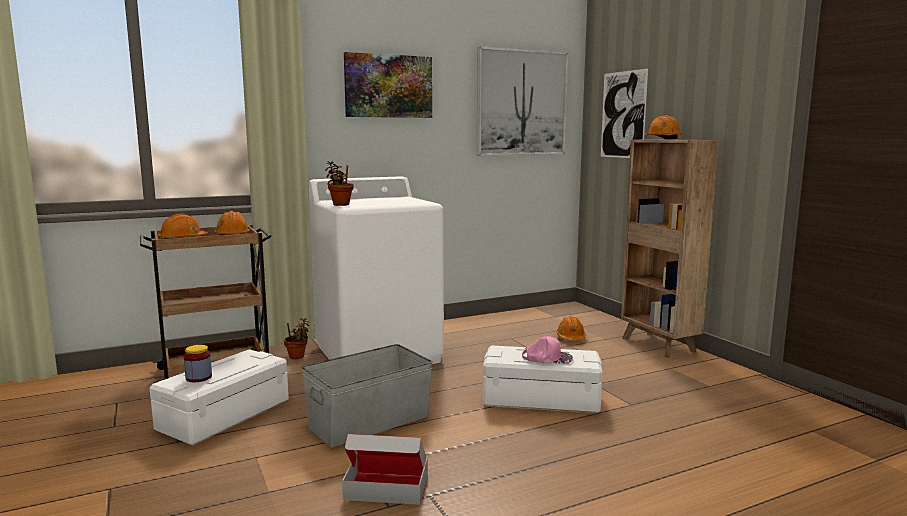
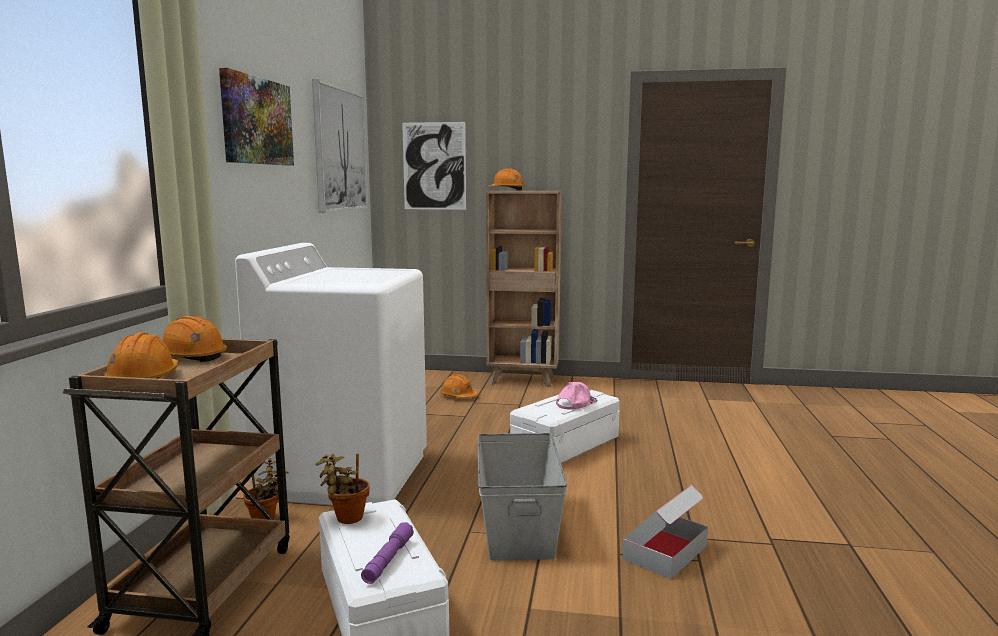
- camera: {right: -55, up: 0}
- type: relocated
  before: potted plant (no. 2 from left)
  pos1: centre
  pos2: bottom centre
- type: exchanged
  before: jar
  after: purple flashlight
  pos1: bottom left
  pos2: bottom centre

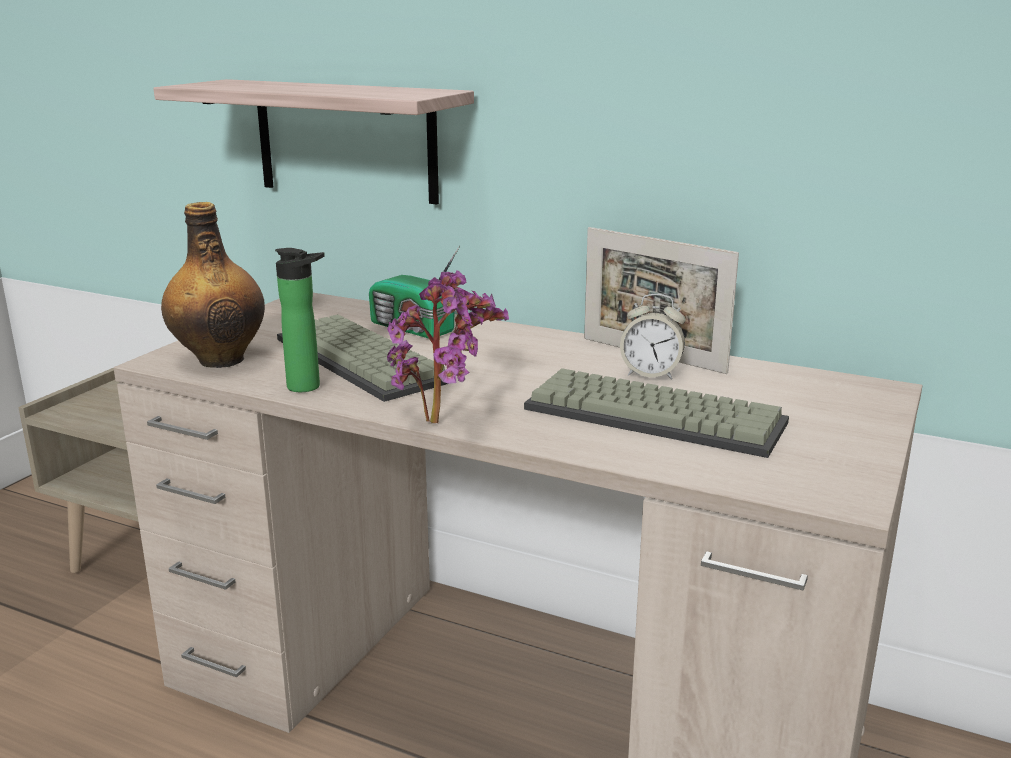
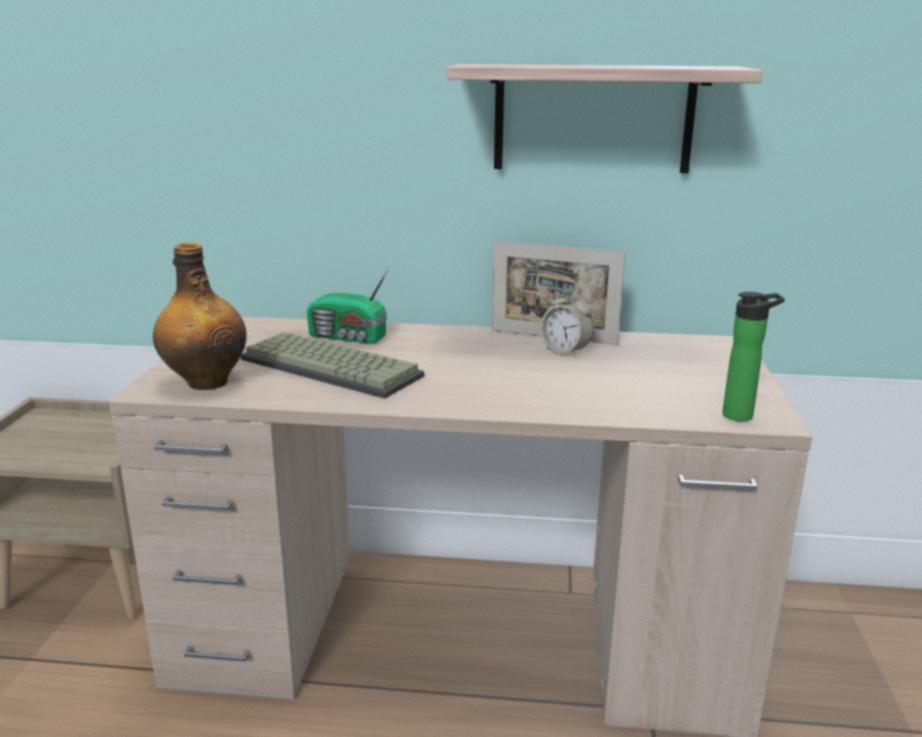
- camera: {right: -20, up: 0}
- type: relocated
  before: shelf
  pos1: top left
  pos2: top centre
- type: spun
  before: alarm clock
  pos1: centre
  pos2: centre
  turn: 45
- type: relocated
  before: bottle (no. 2 from left)
  pos1: middle left
  pos2: middle right
- type: missing
  before: potted plant
  pos1: centre
- type: missing
  before: keyboard (no. 2 from left)
  pos1: centre

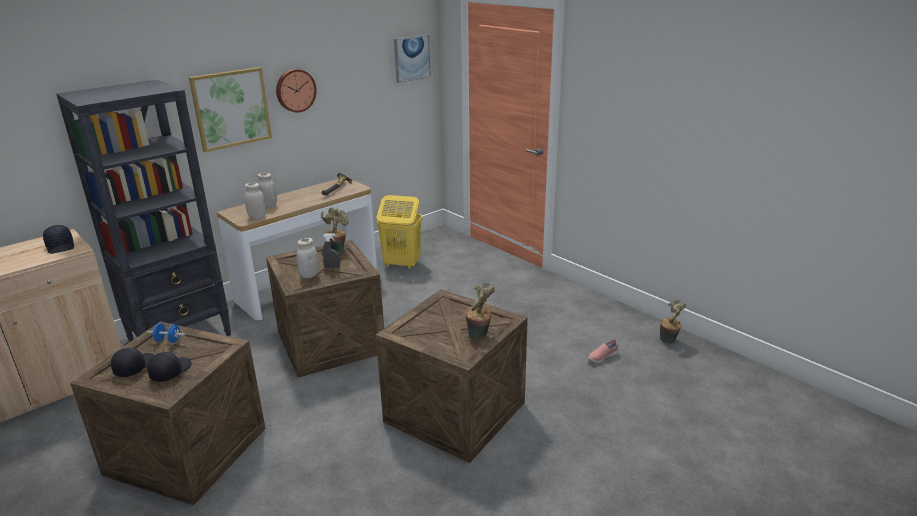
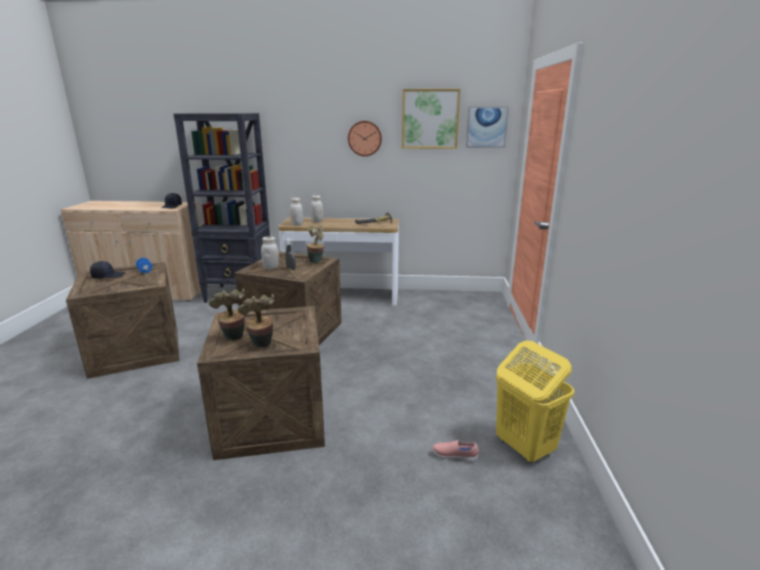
- camera: {right: 45, up: -5}
- type: relocated
  before: potted plant (no. 3 from left in the first image)
  after: potted plant (no. 1 from left)
  pos1: middle right
  pos2: middle left
- type: relocated
  before: picture (no. 1 from left)
  pos1: top left
  pos2: top centre
- type: relocated
  before: yellow laundry basket
  pos1: centre
  pos2: bottom right
- type: missing
  before: black cap (no. 3 from left)
  pos1: bottom left

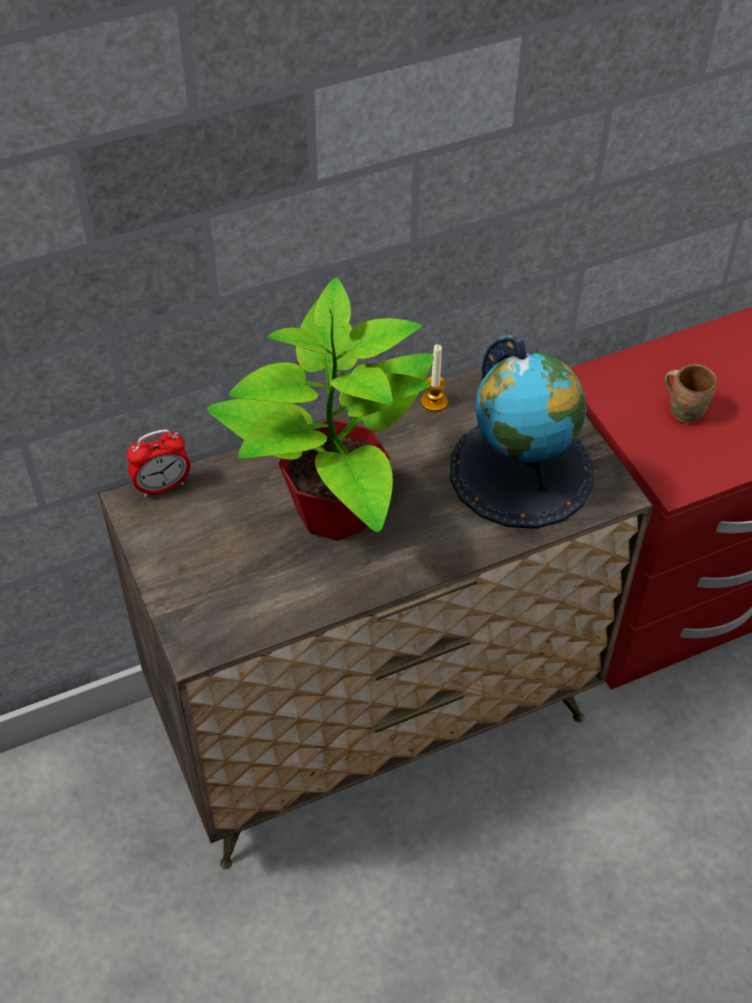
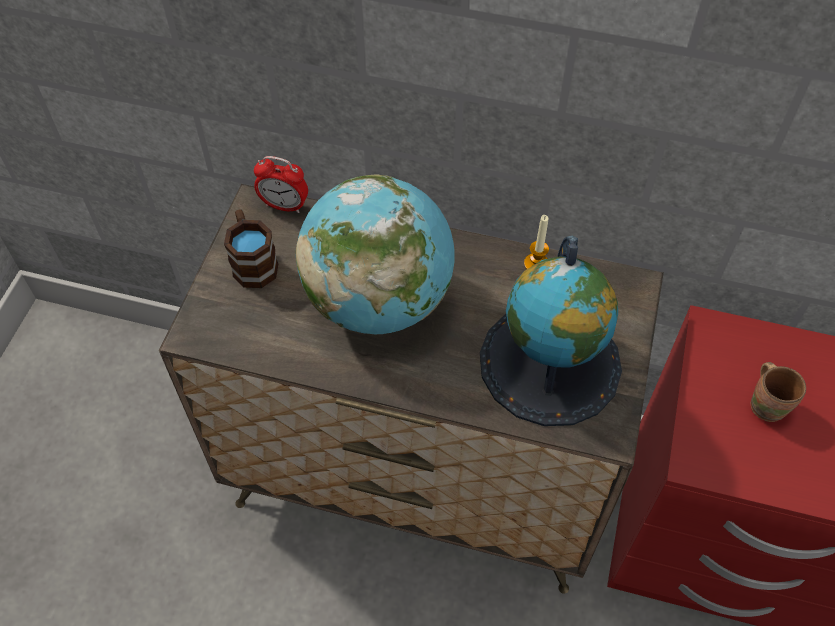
- camera: {right: 40, up: 5}
- type: appeared
  after: brown mug (no. 1 from left)
  pos2: middle left
- type: exchanged
  before: potted plant
  after: globe (no. 1 from left)
  pos1: centre
  pos2: centre

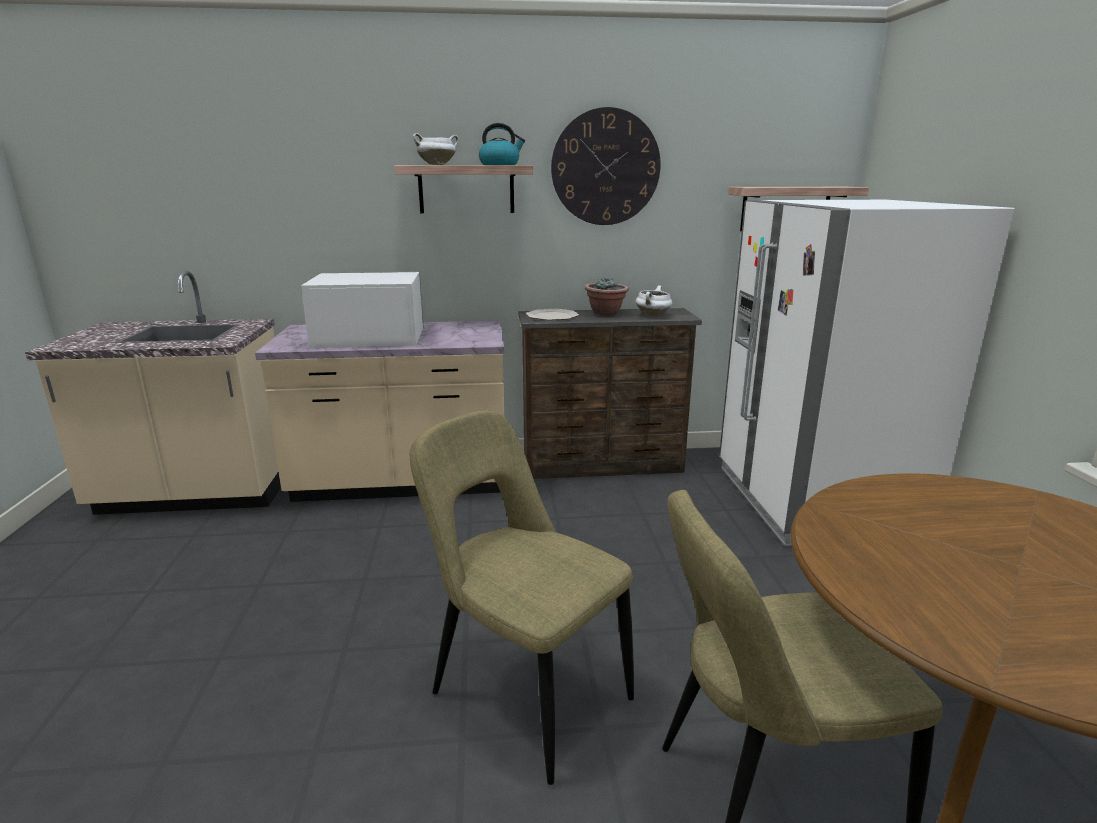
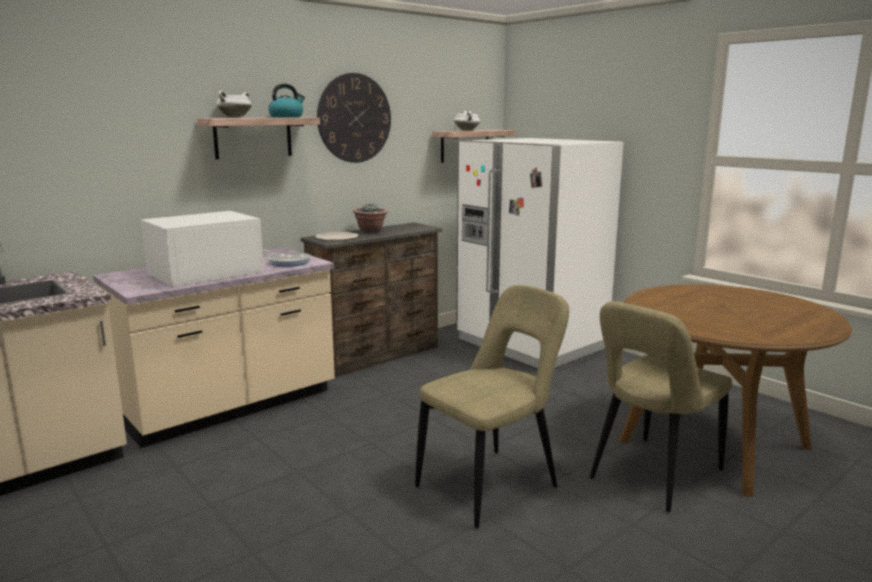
- camera: {right: -35, up: -5}
- type: appeared
  after: frying pan
  pos2: middle left
- type: spun
  before: beige chair (no. 1 from left)
  pos1: bottom centre
  pos2: bottom centre
  turn: 135
- type: relocated
  before: white cooking pot (no. 2 from left)
  pos1: centre
  pos2: top centre

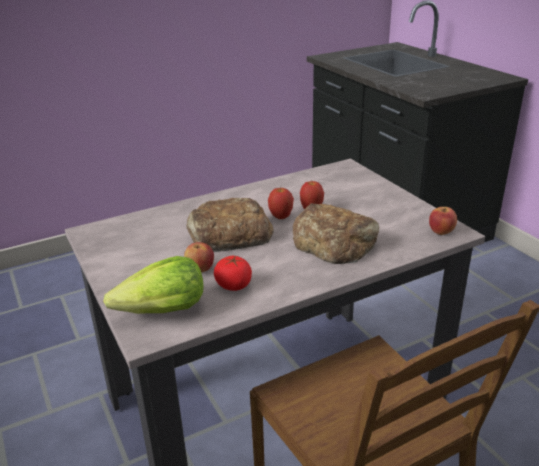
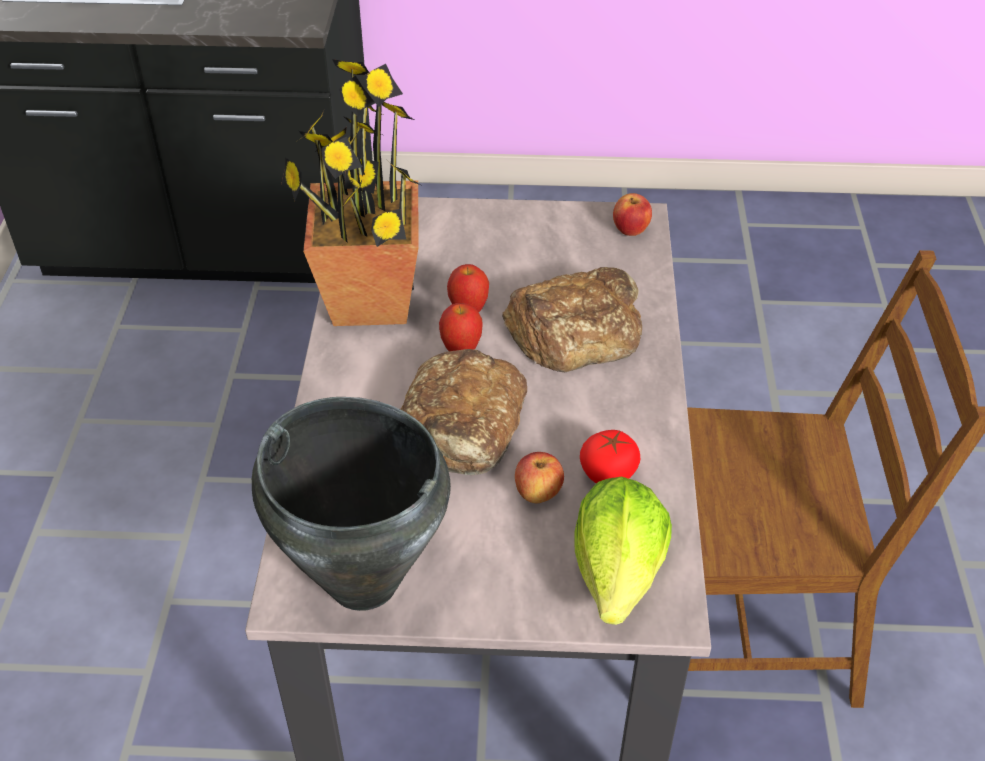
- camera: {right: -60, up: 15}
- type: appeared
  after: black cooking pot
  pos2: centre
- type: appeared
  after: potted plant
  pos2: top centre

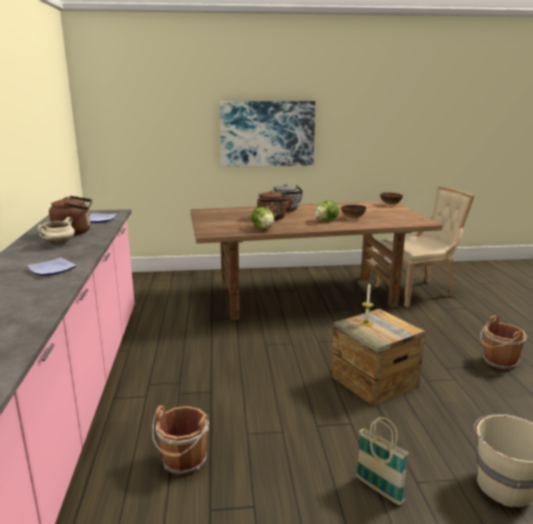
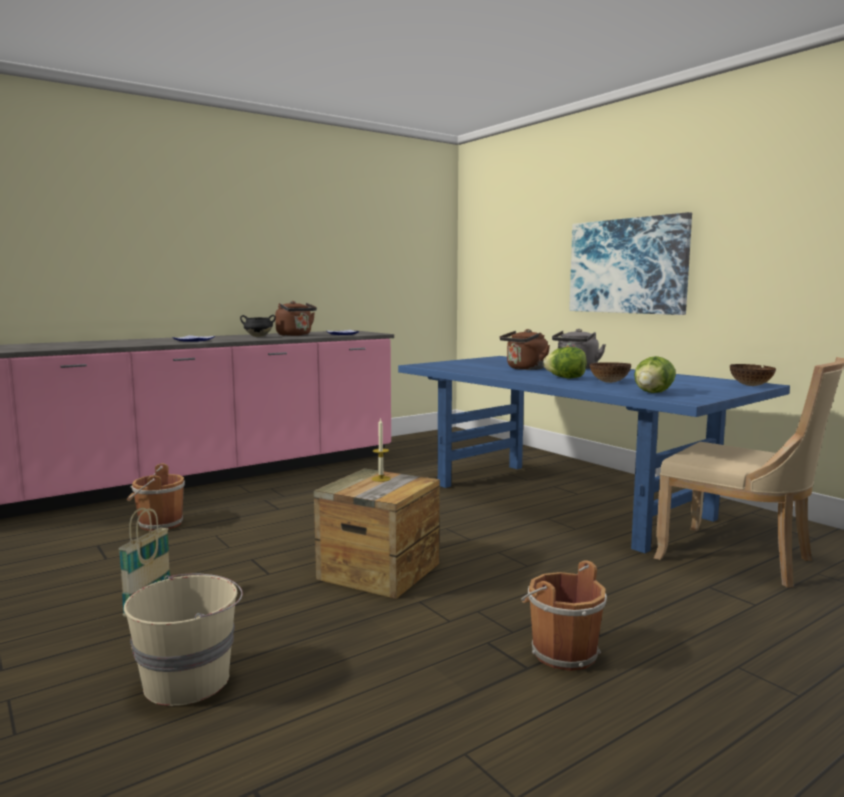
- camera: {right: 60, up: -10}
- type: colour
  before: beige cooking pot
  after: black cooking pot
  pos1: middle left
  pos2: middle left
- type: colour
  before: brown dining table
  after: blue dining table
  pos1: centre
  pos2: middle right
- type: relocated
  before: lettuce (no. 1 from left in the first image)
  after: lettuce (no. 2 from left)
  pos1: centre
  pos2: middle right

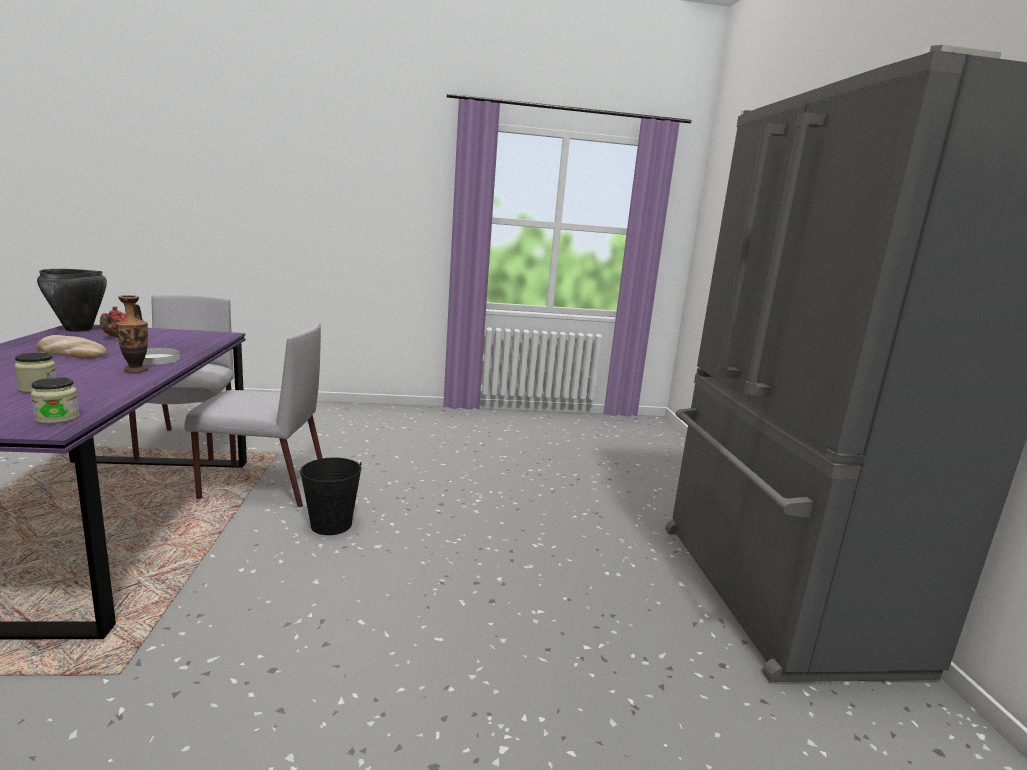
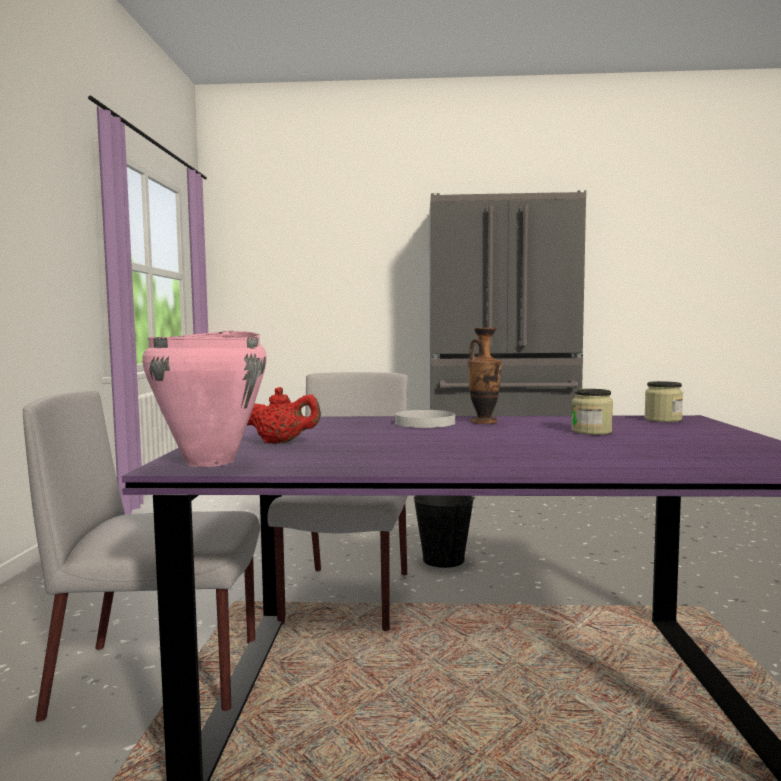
- camera: {right: -80, up: -10}
- type: colour
  before: black cooking pot
  after: pink cooking pot
  pos1: middle left
  pos2: middle left
- type: missing
  before: bread
  pos1: middle left

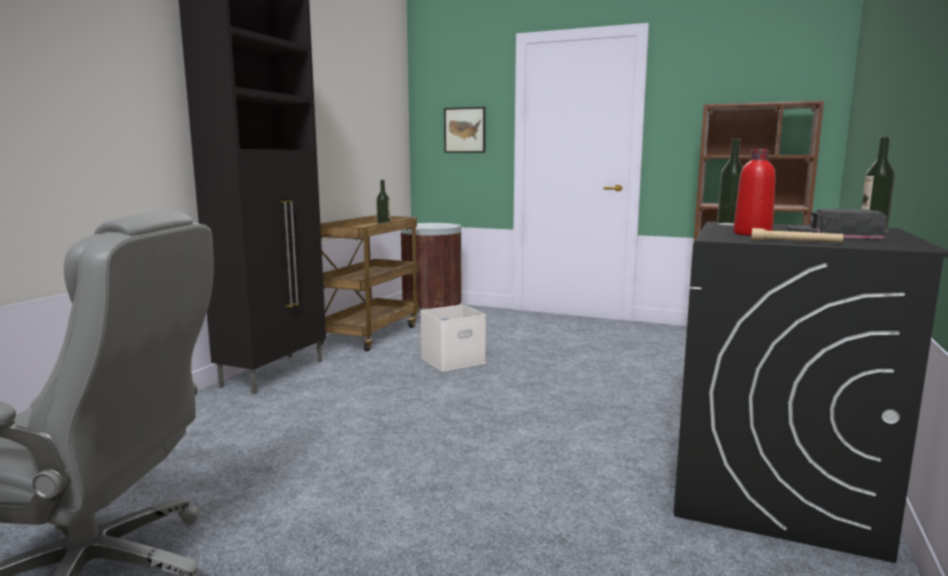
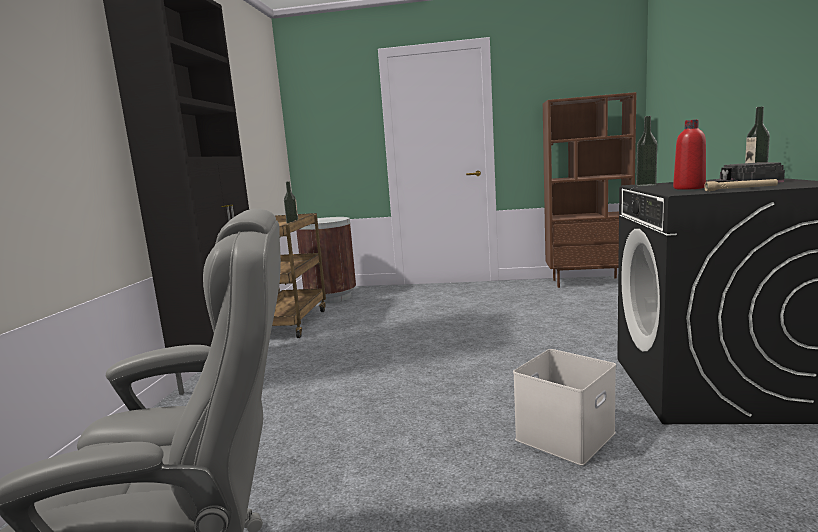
- camera: {right: -15, up: 0}
- type: relocated
  before: white storage box
  pos1: centre
  pos2: bottom right
- type: missing
  before: picture
  pos1: top centre

